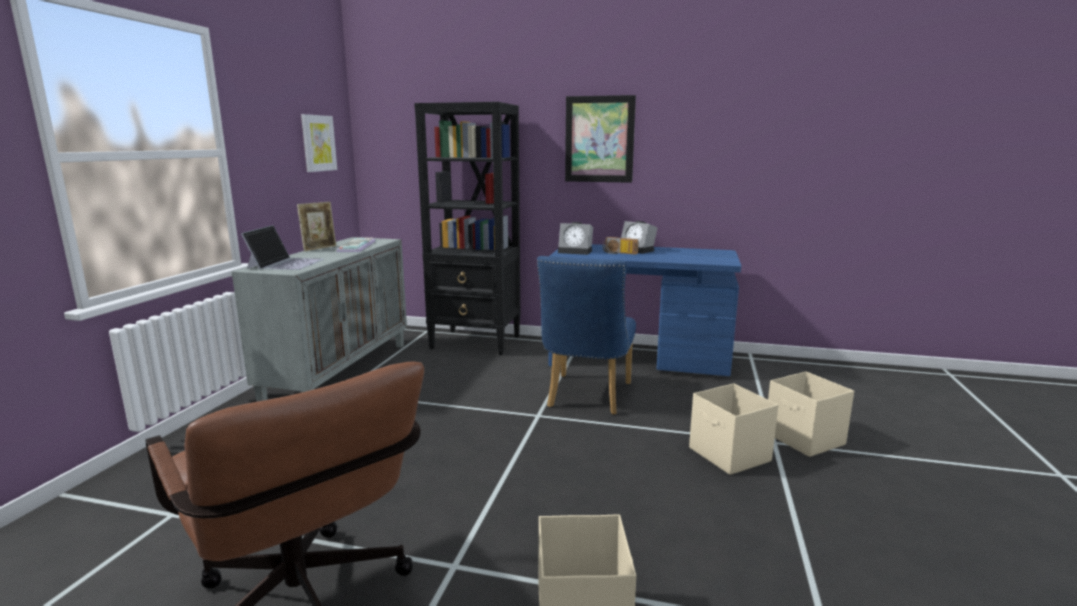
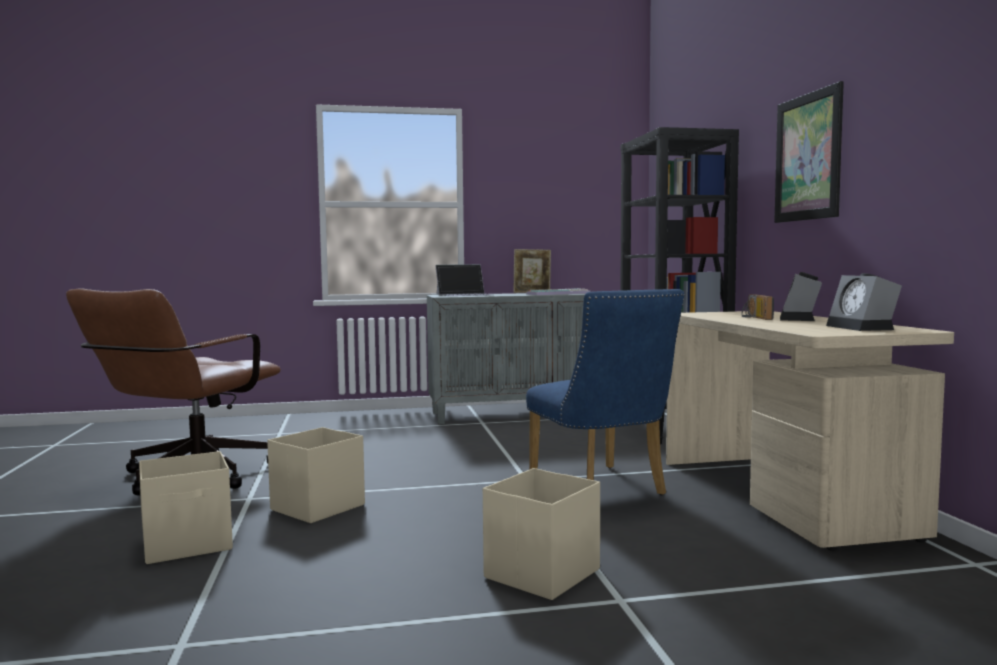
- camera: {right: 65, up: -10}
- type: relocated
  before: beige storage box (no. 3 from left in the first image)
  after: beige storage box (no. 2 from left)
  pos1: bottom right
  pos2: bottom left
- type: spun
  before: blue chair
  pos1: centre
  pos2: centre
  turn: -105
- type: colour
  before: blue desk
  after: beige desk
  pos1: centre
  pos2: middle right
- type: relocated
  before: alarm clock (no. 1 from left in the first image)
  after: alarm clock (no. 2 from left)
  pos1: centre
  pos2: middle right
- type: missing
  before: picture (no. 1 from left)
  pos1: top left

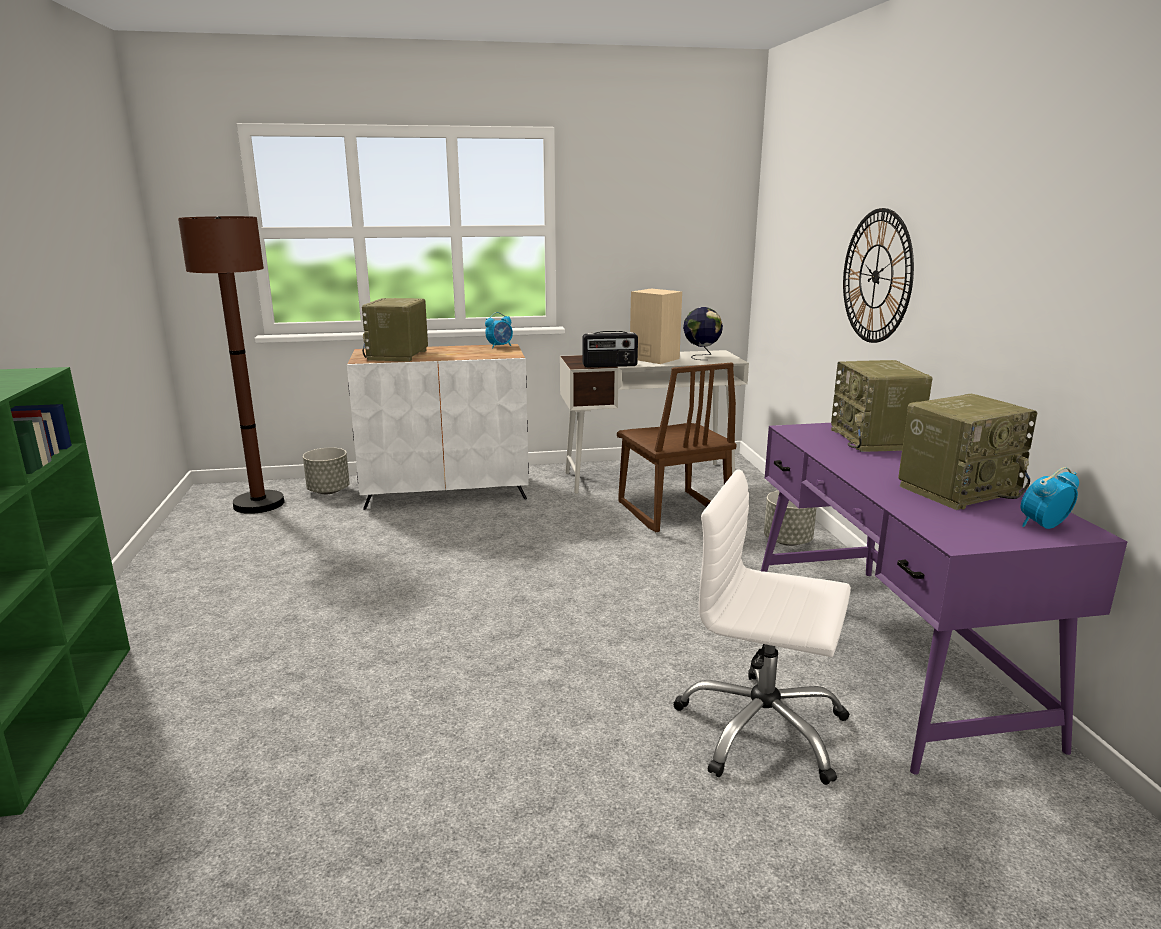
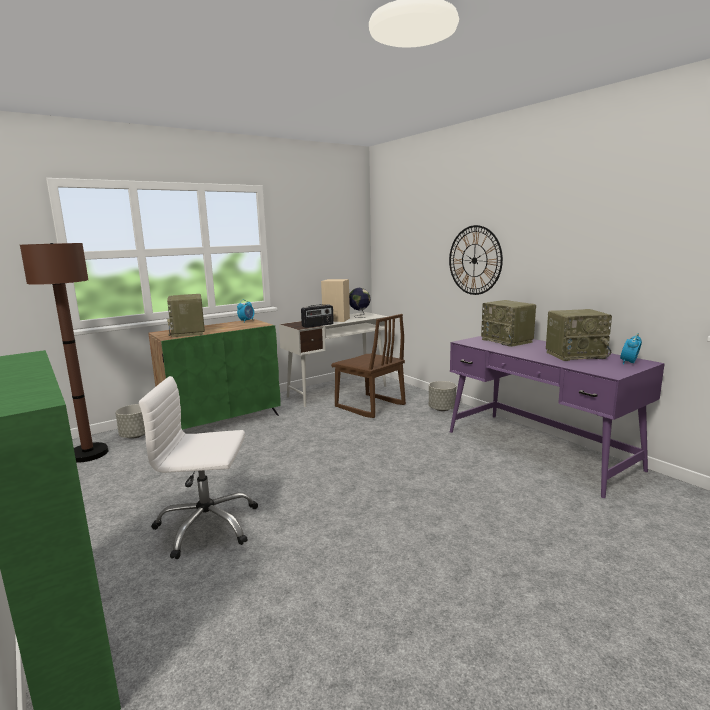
- camera: {right: -25, up: -5}
- type: relocated
  before: white office chair
  pos1: bottom centre
  pos2: middle left
- type: colour
  before: white cabinet
  after: green cabinet
  pos1: centre
  pos2: middle left
- type: spun
  before: radio (no. 4 from left)
  pos1: middle right
  pos2: middle right
  turn: 45

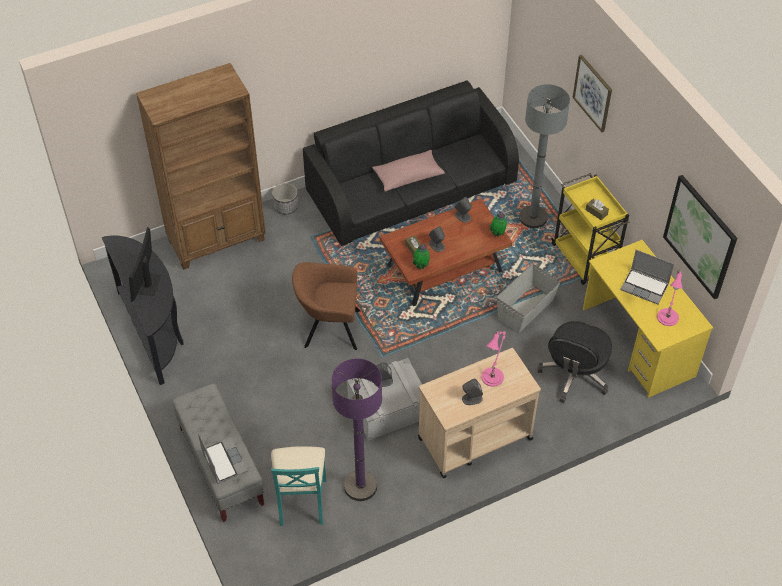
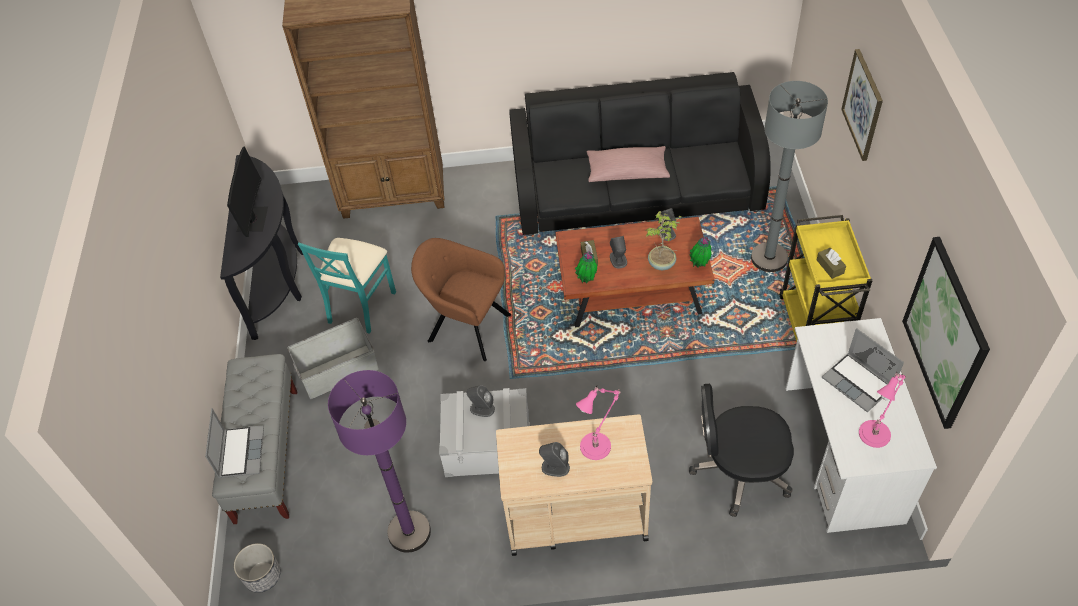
- camera: {right: 25, up: 0}
- type: spun
  before: monitor
  pos1: middle left
  pos2: top left
  turn: 150
- type: relocated
  before: planter
  pos1: centre
  pos2: bottom left
- type: relocated
  before: grey storage box (no. 2 from left in the first image)
  after: grey storage box (no. 1 from left)
  pos1: middle right
  pos2: middle left
- type: relocated
  before: turquoise chair
  pos1: bottom centre
  pos2: middle left
- type: appeared
  after: potted plant (no. 2 from left)
  pos2: centre
- type: spun
  before: black office chair
  pos1: middle right
  pos2: bottom right
  turn: 45
- type: colour
  before: yellow desk
  after: white desk
  pos1: middle right
  pos2: bottom right

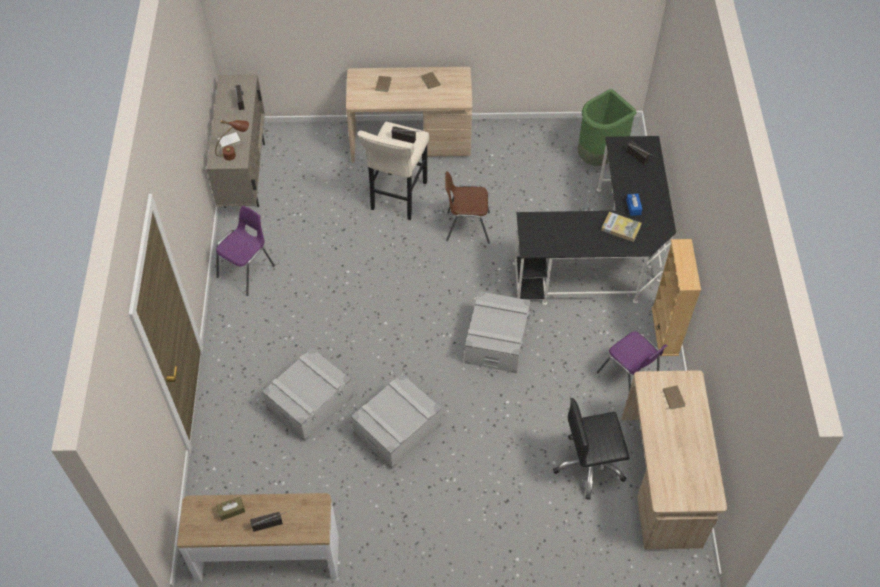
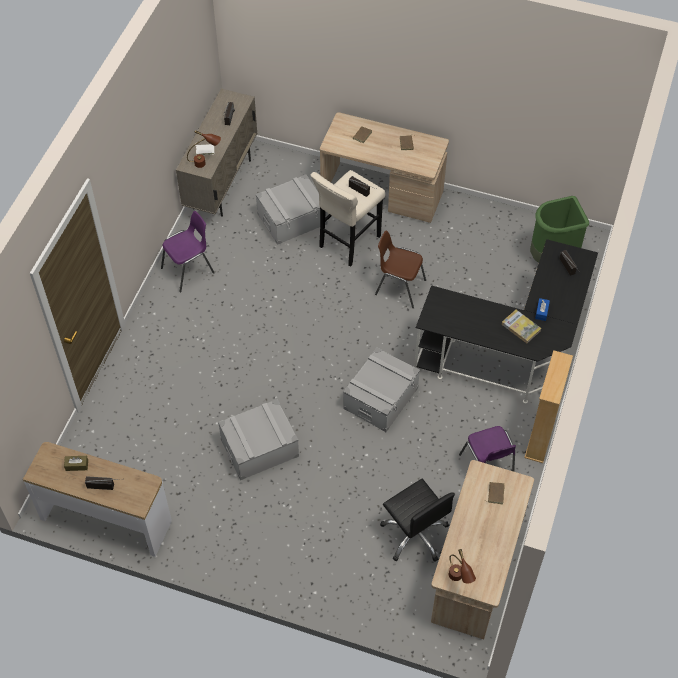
- camera: {right: 20, up: 0}
- type: relocated
  before: grey storage box (no. 1 from left in the first image)
  after: grey storage box (no. 2 from left)
  pos1: bottom centre
  pos2: top centre
- type: spun
  before: black office chair
  pos1: bottom right
  pos2: bottom centre
  turn: -135
- type: appeared
  after: brown table lamp (no. 2 from left)
  pos2: bottom right

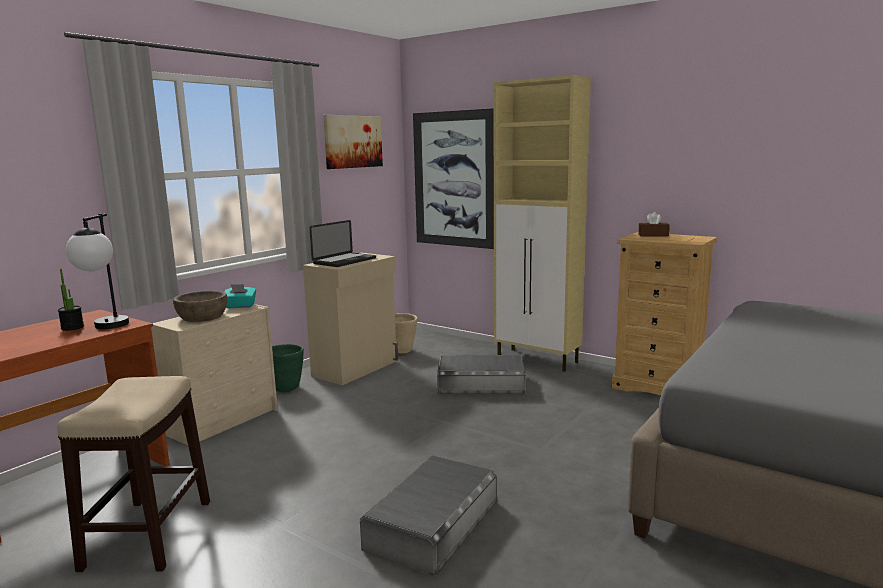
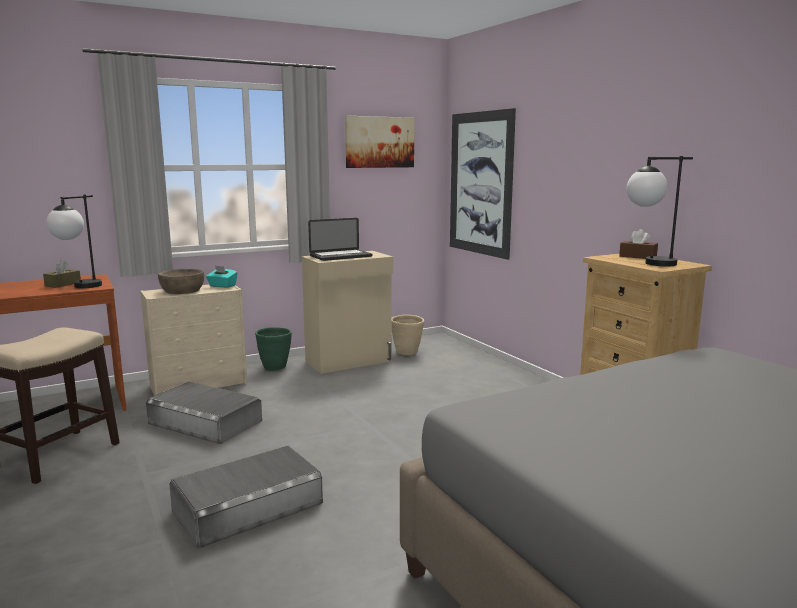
- camera: {right: 25, up: 0}
- type: exchanged
  before: potted plant
  after: brown tissue box (no. 1 from left)
  pos1: middle left
  pos2: middle left
- type: relocated
  before: grey storage box (no. 2 from left in the first image)
  after: grey storage box (no. 1 from left)
  pos1: centre
  pos2: bottom left
- type: appeared
  after: table lamp (no. 2 from left)
  pos2: middle right
- type: missing
  before: beige cabinet (no. 2 from left)
  pos1: centre

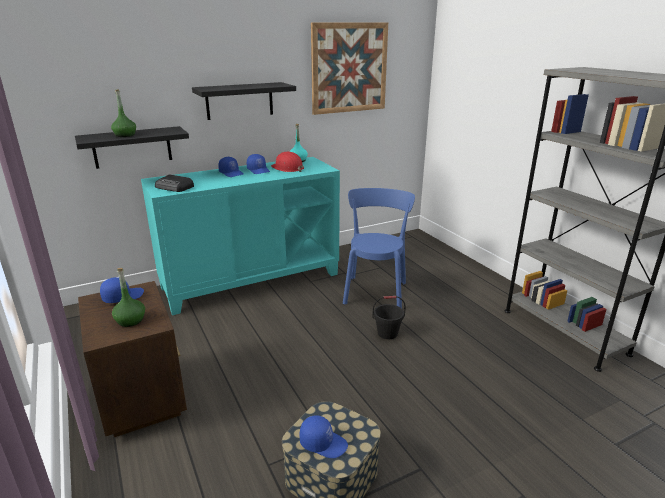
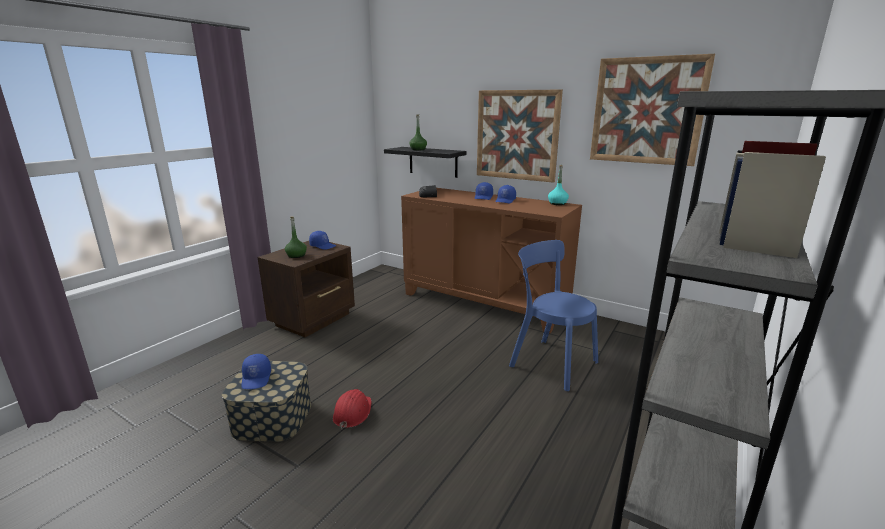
- camera: {right: 60, up: -5}
- type: relocated
  before: red hard hat
  pos1: top centre
  pos2: bottom centre
- type: colour
  before: turquoise cabinet
  after: brown cabinet
  pos1: centre
  pos2: centre
- type: exchanged
  before: black shelf (no. 2 from left)
  after: picture (no. 1 from left)
  pos1: top centre
  pos2: top centre
- type: spun
  before: blue chair
  pos1: centre
  pos2: centre
  turn: -120
- type: missing
  before: black bucket
  pos1: centre

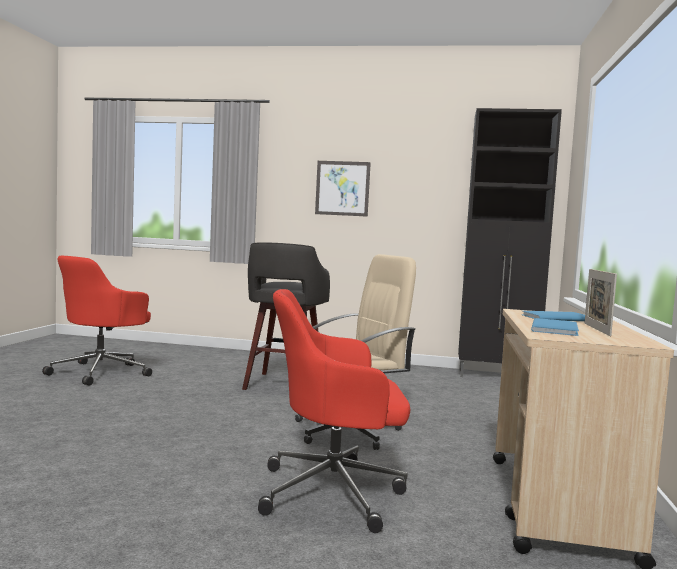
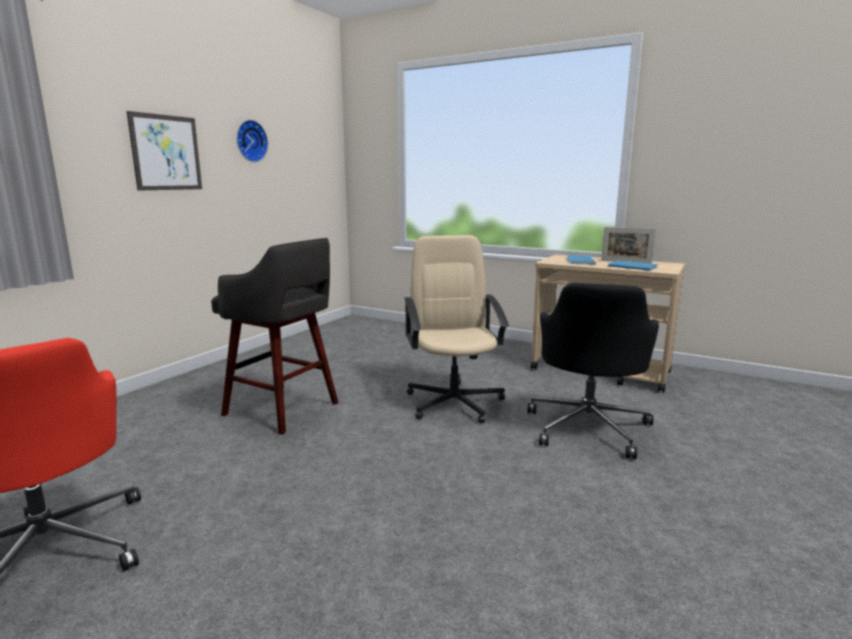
- camera: {right: -70, up: 10}
- type: appeared
  after: wall clock
  pos2: top left
- type: colour
  before: red office chair (no. 2 from left)
  after: black office chair
  pos1: bottom centre
  pos2: middle right
- type: missing
  before: black cabinet
  pos1: middle right

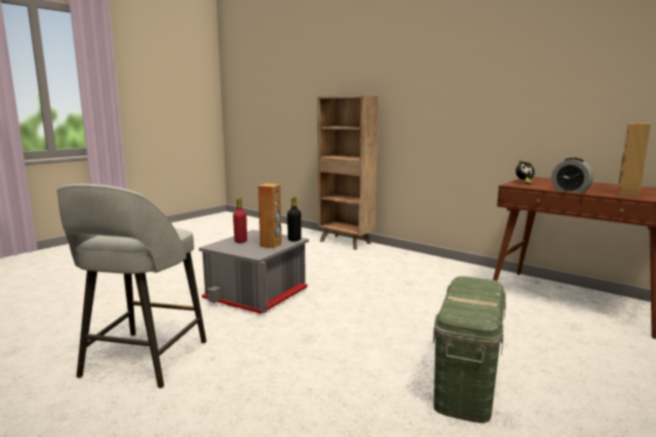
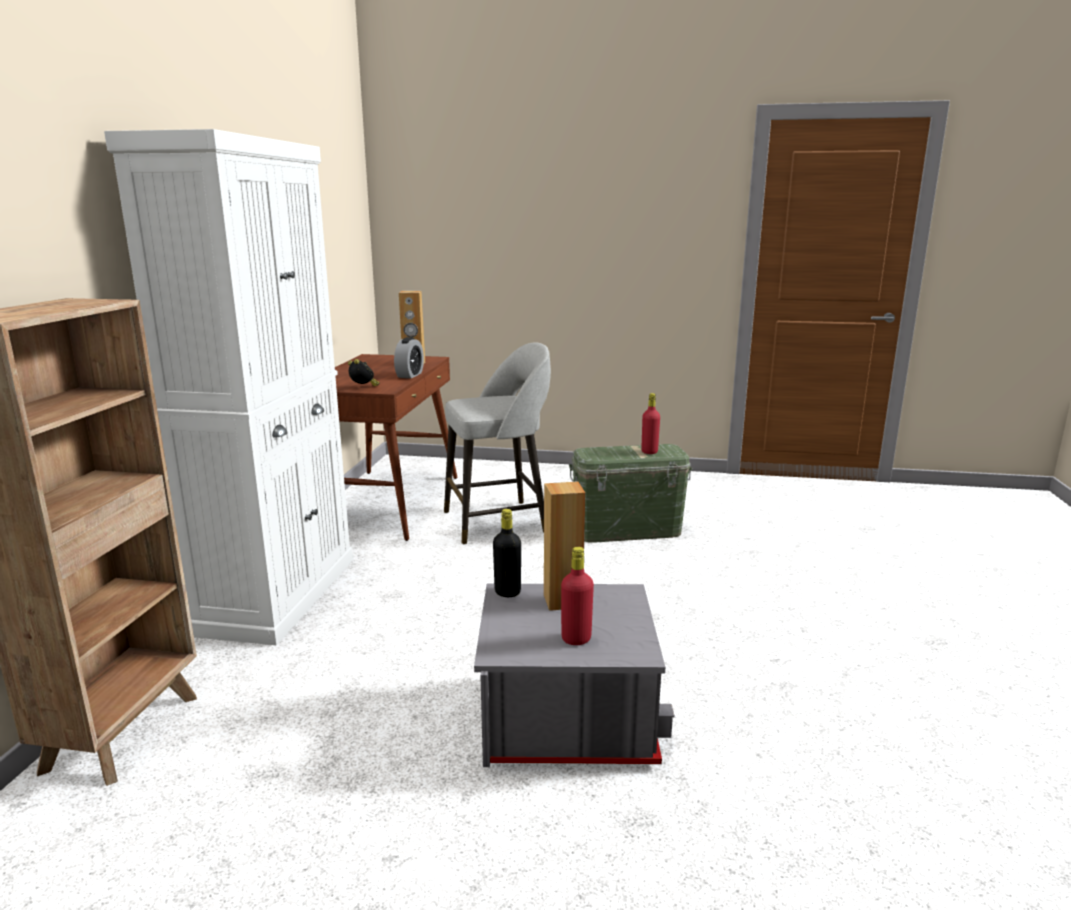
- camera: {right: -120, up: 5}
- type: appeared
  after: white cabinet
  pos2: middle left
- type: relocated
  before: grey stool
  pos1: middle left
  pos2: centre
- type: appeared
  after: red bottle (no. 2 from left)
  pos2: centre

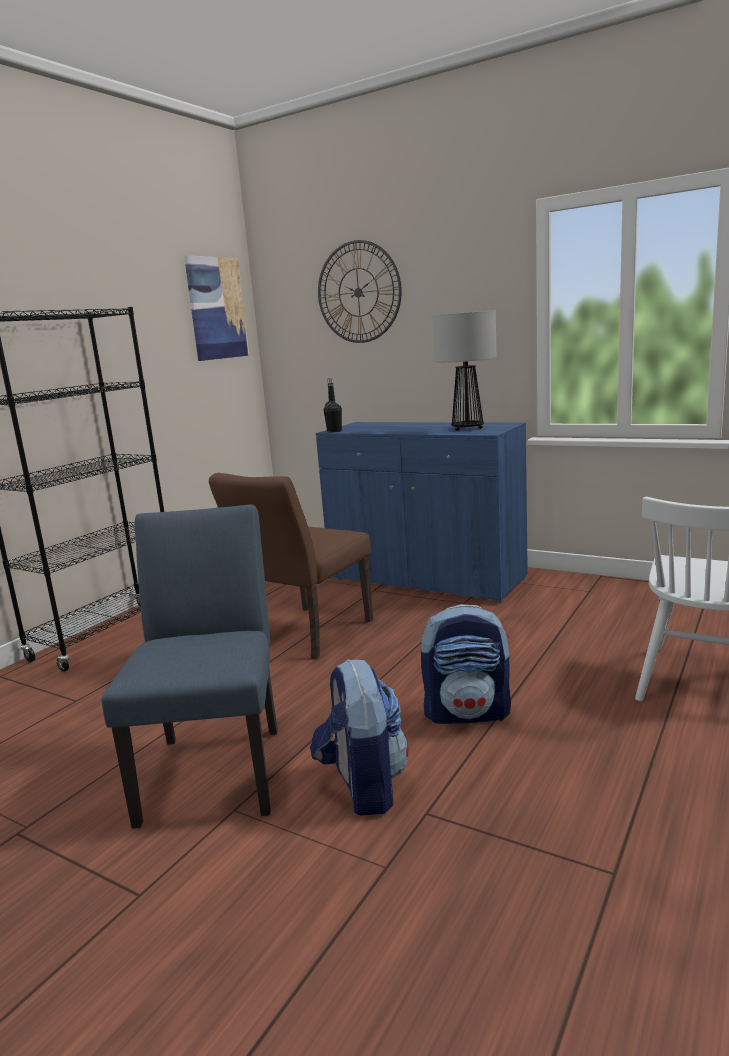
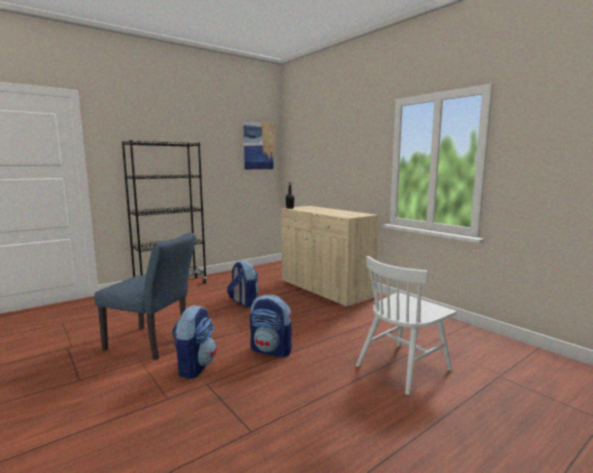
- camera: {right: 20, up: -5}
- type: spun
  before: blue chair
  pos1: middle left
  pos2: middle left
  turn: 90
- type: exchanged
  before: brown chair
  after: backpack (no. 2 from left)
  pos1: centre
  pos2: centre
- type: colour
  before: blue cabinet
  after: beige cabinet
  pos1: centre
  pos2: centre
- type: missing
  before: wall clock
  pos1: top centre
- type: missing
  before: table lamp
  pos1: centre

